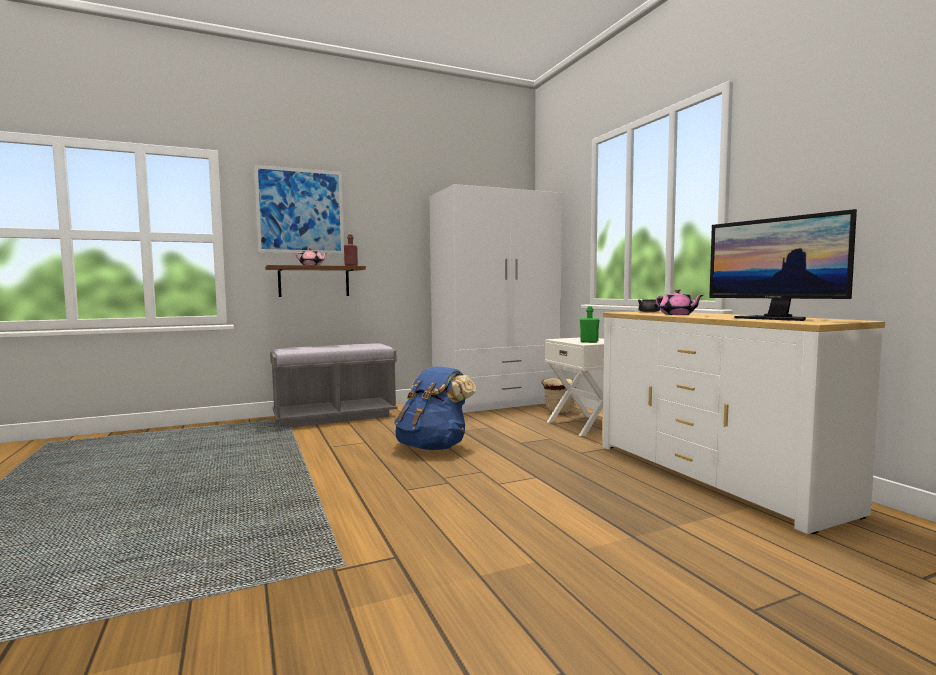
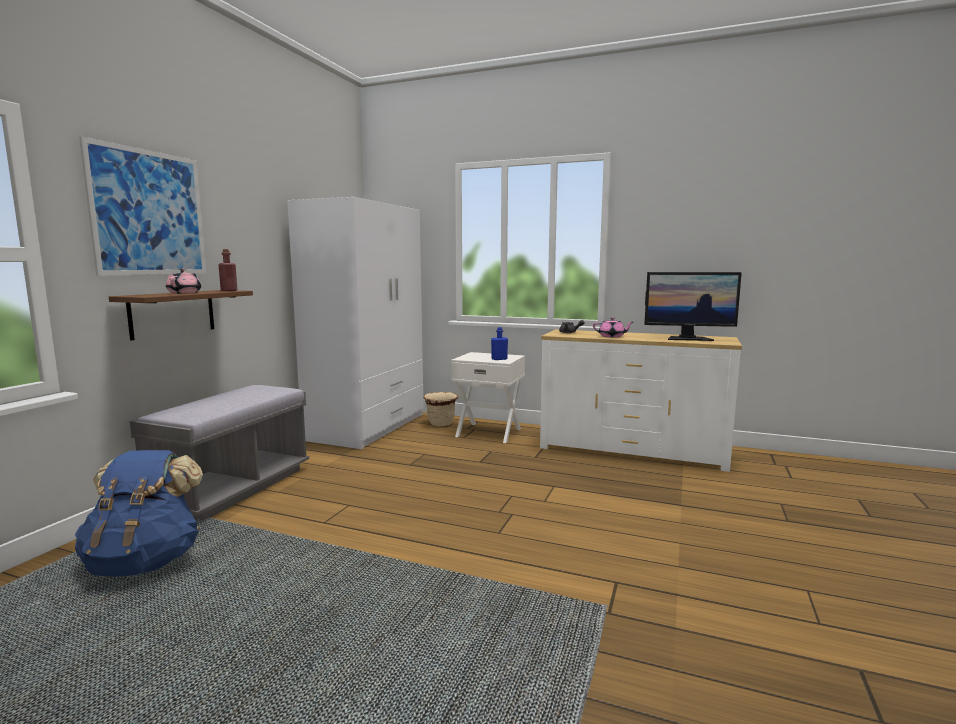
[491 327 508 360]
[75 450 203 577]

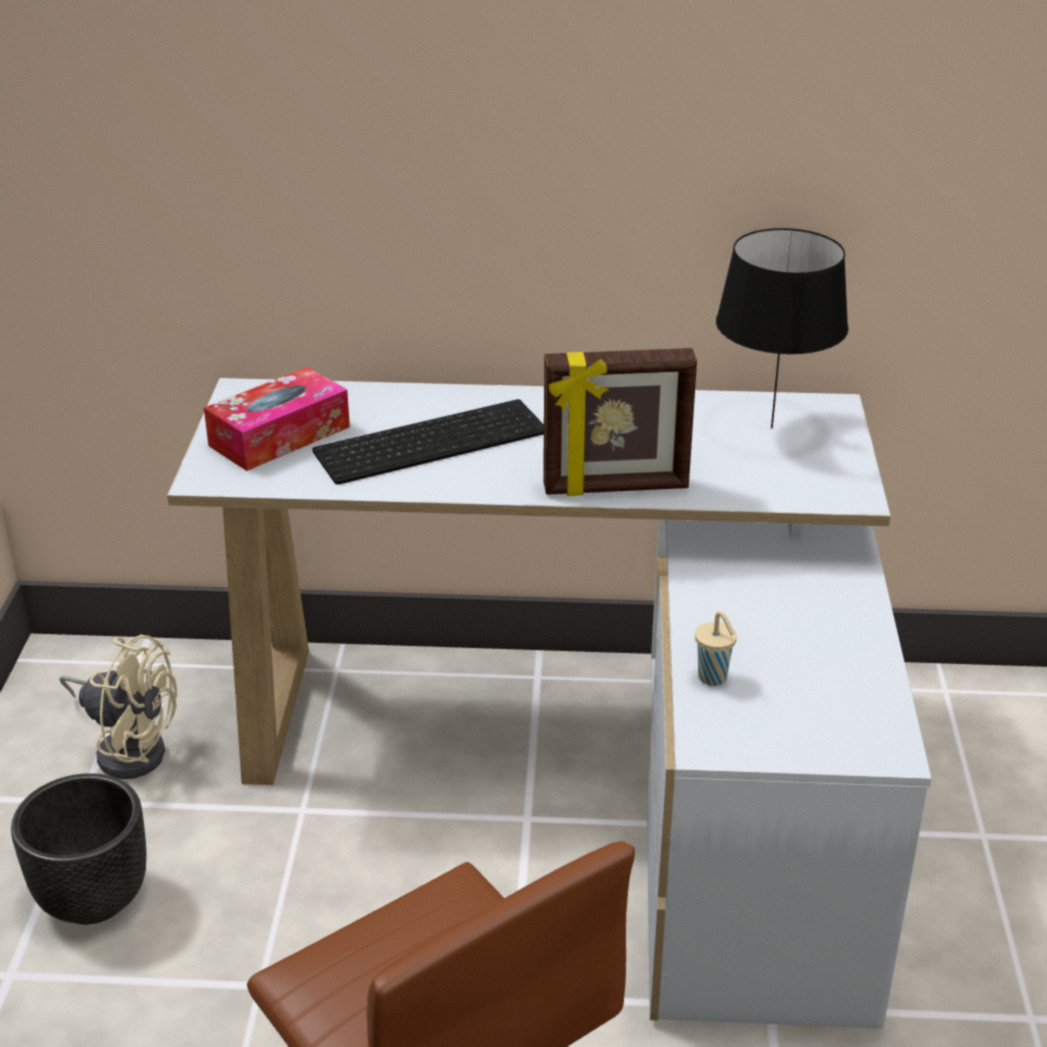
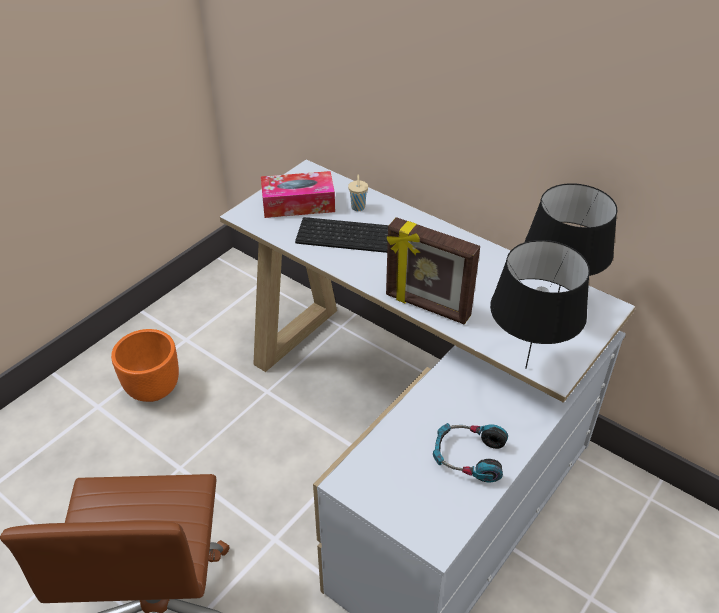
[348 175 368 211]
[59 634 177 779] (first image)
[111 329 179 402]
[490 240 590 369]
[433 423 508 482]

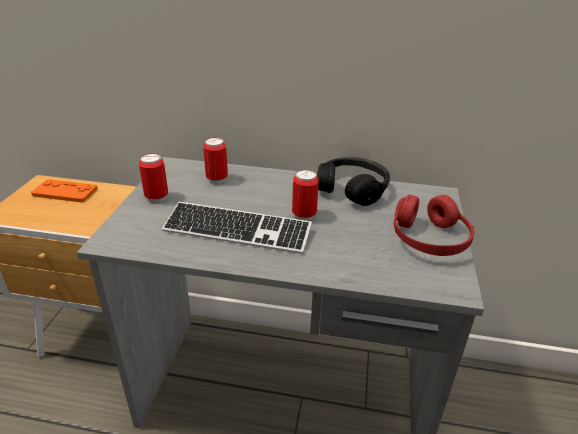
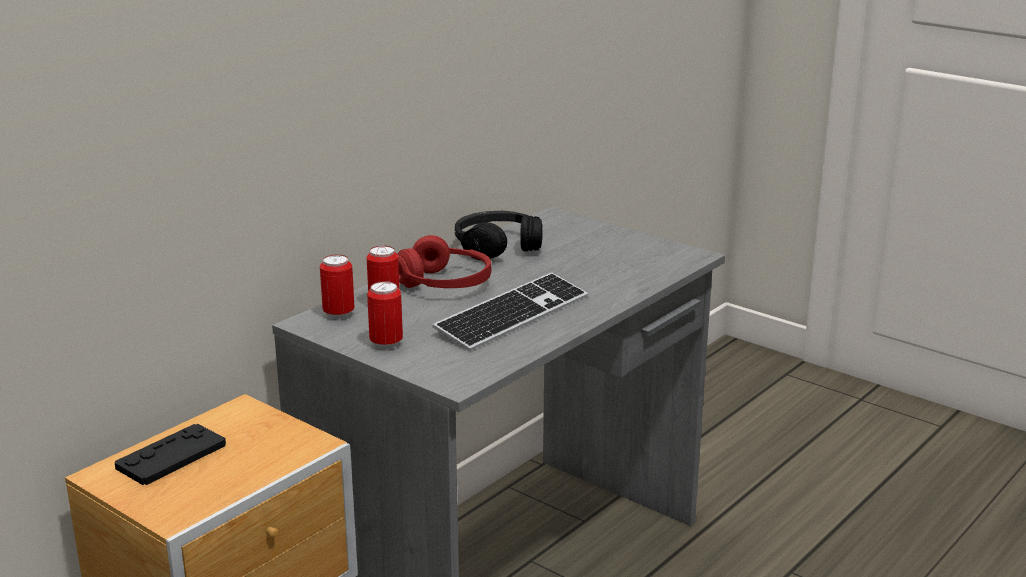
[320 255 355 320]
[115 424 226 485]
[398 235 491 288]

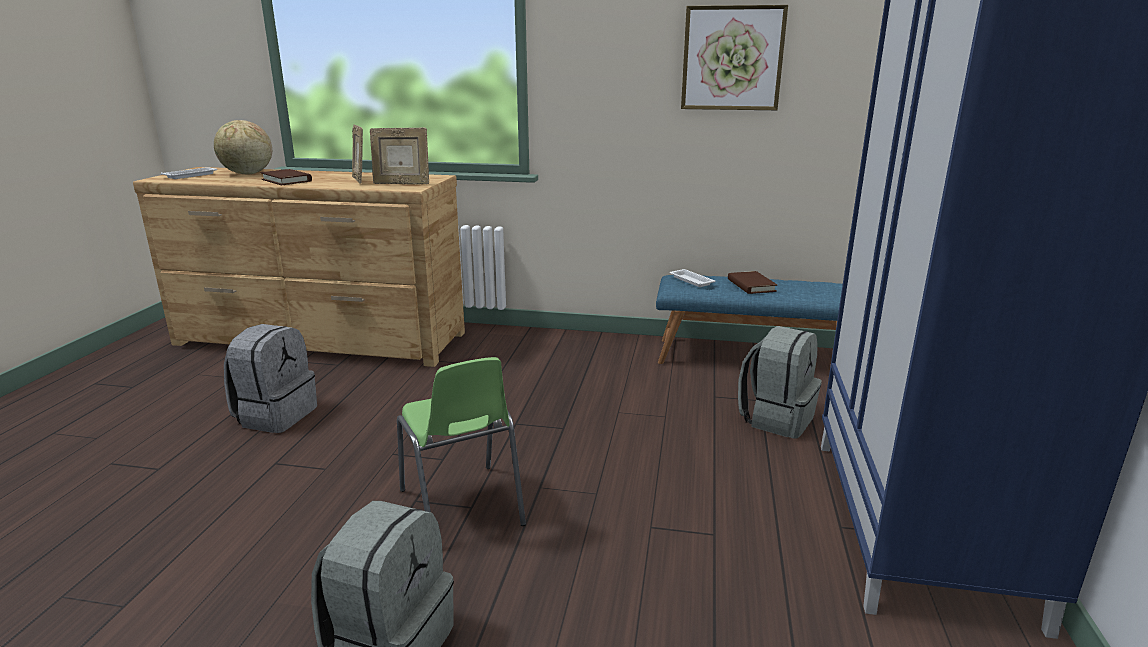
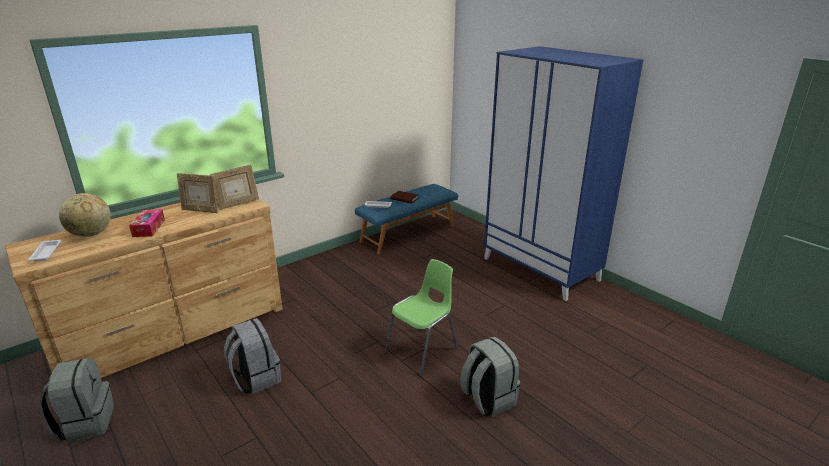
[681 5 788 110] (first image)
[129 209 165 237]
[39 358 114 442]
[385 259 458 376]

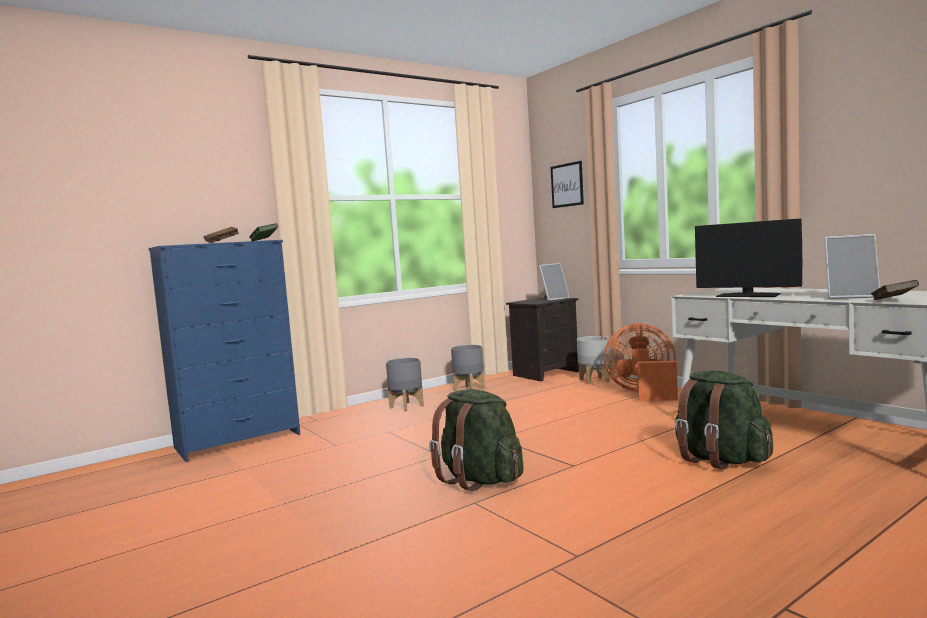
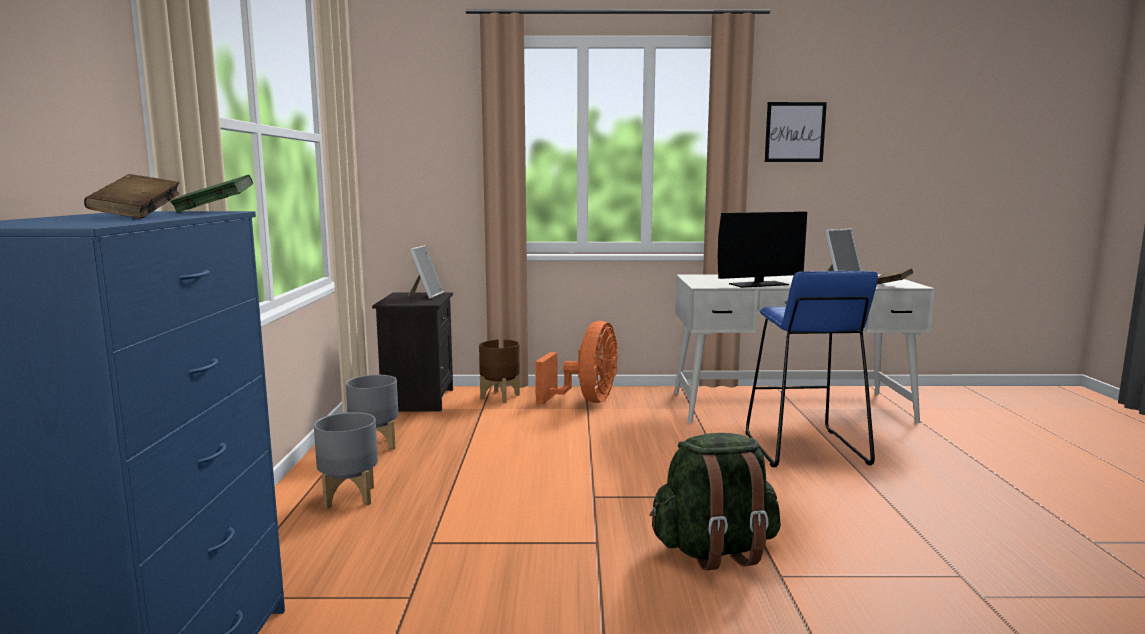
[765 102 827 162]
[535 321 618 404]
[479 339 520 403]
[746 271 878 467]

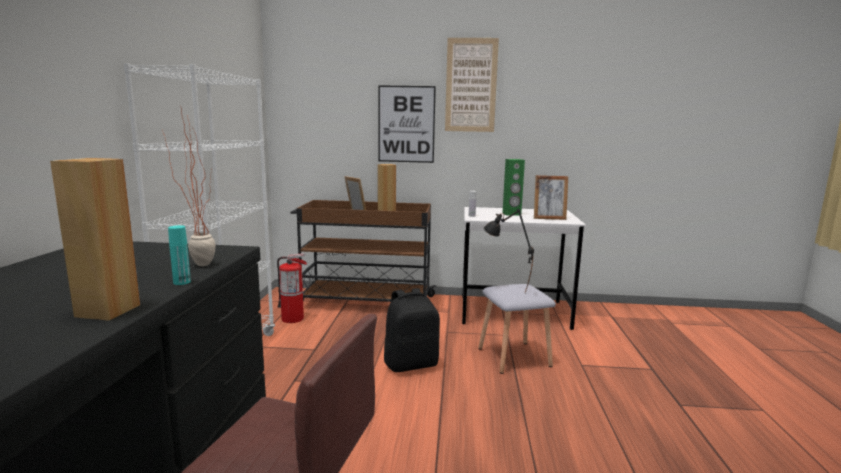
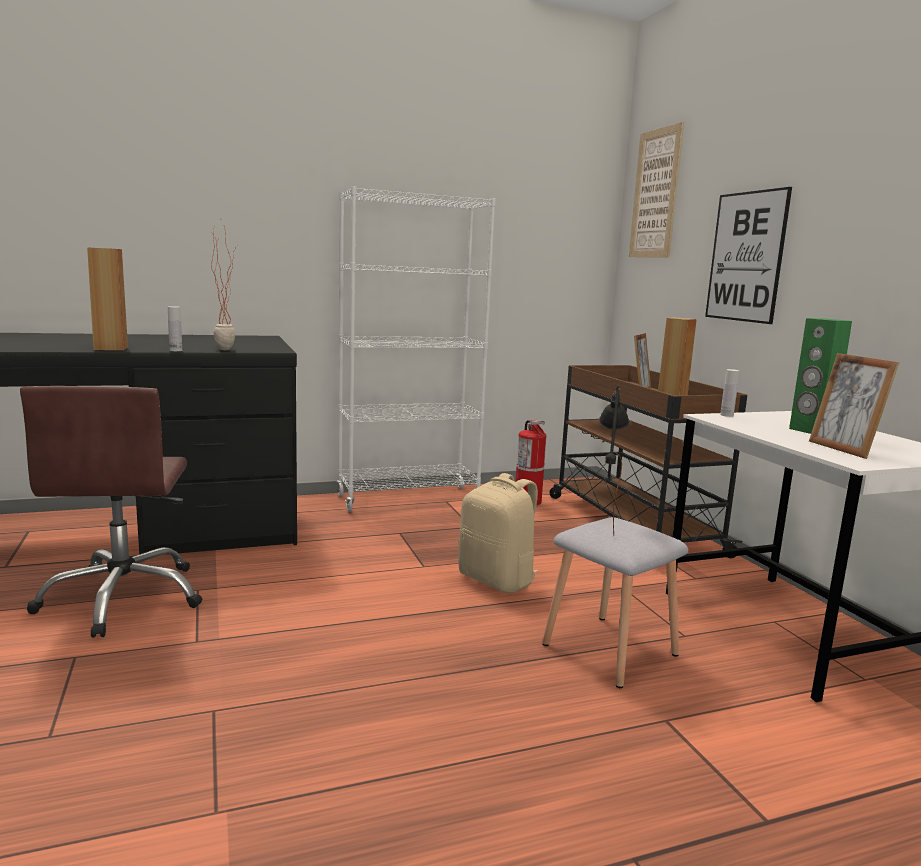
[629 122 684 258]
[168 306 182 351]
[458 473 539 593]

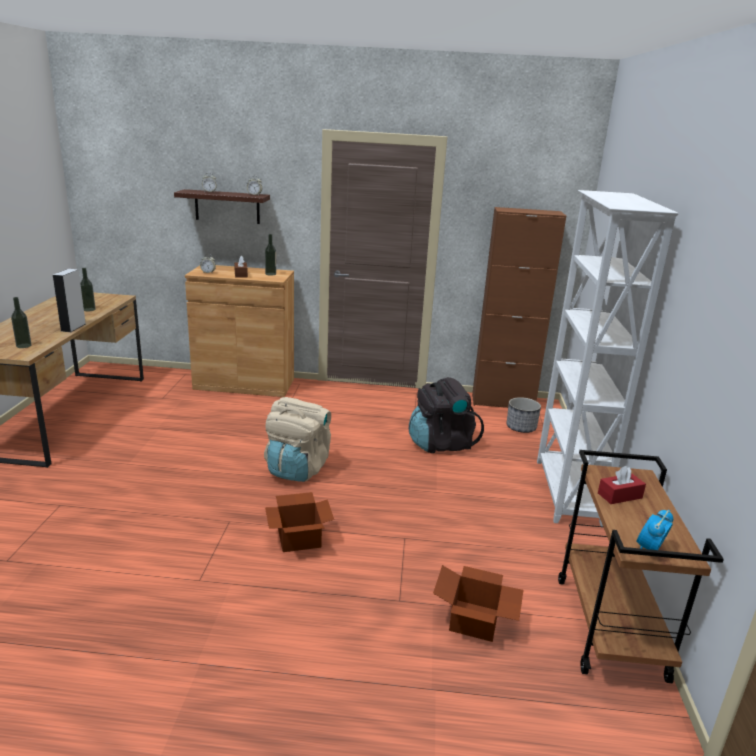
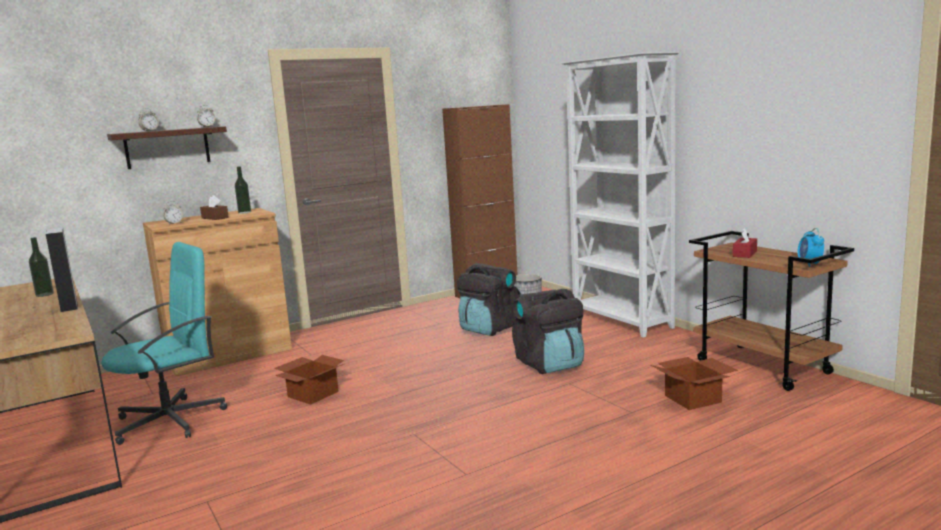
[11 297 32 348] (first image)
[264 397 331 482] (first image)
[274 355 344 405]
[101 242 227 445]
[512 289 584 374]

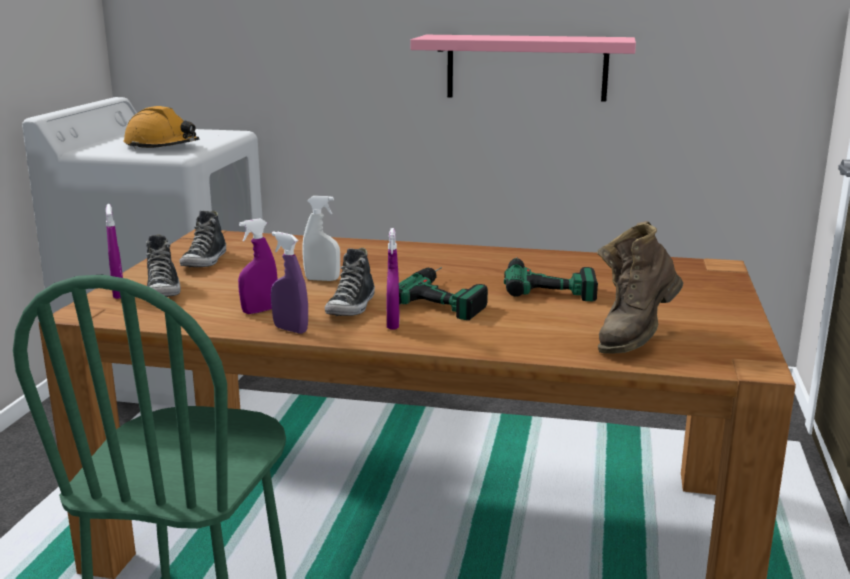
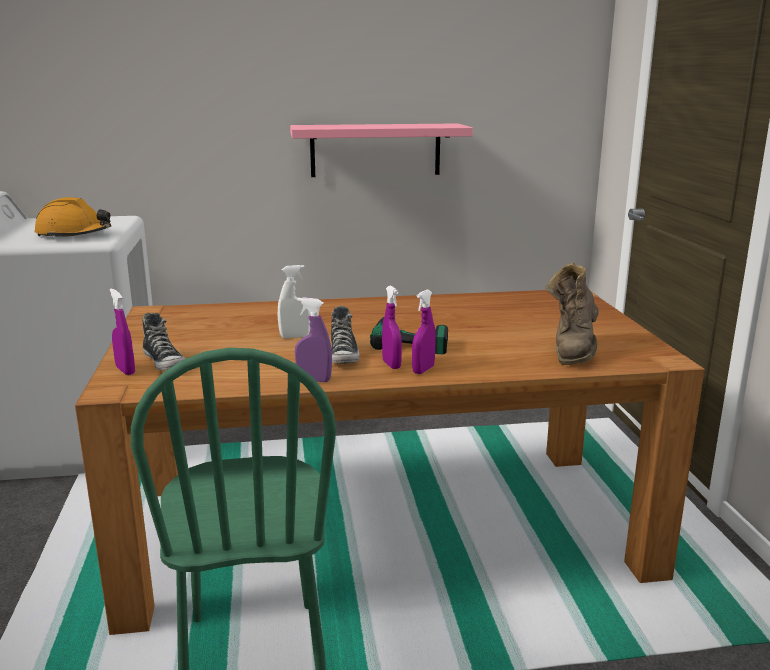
[180 211 226 268] (first image)
[412 290 436 374]
[504 257 598 301] (first image)

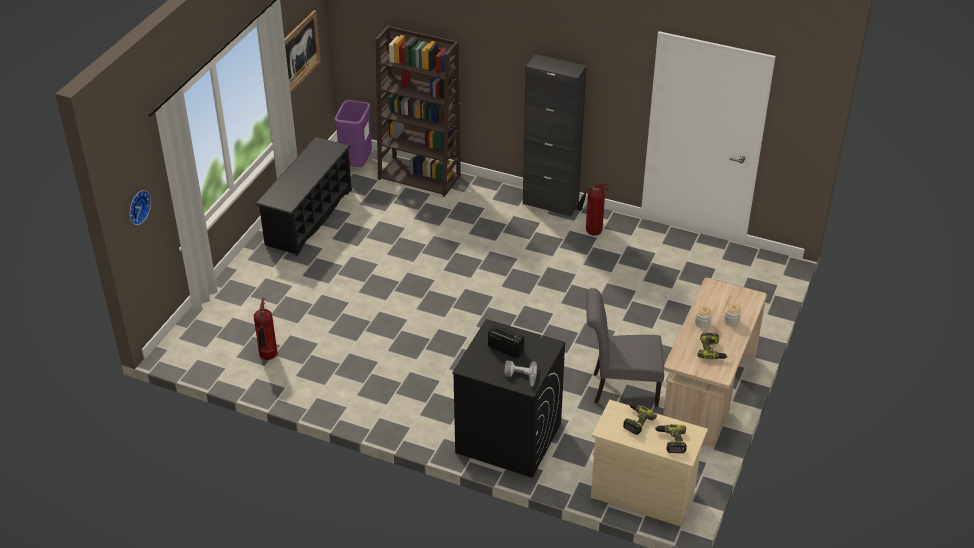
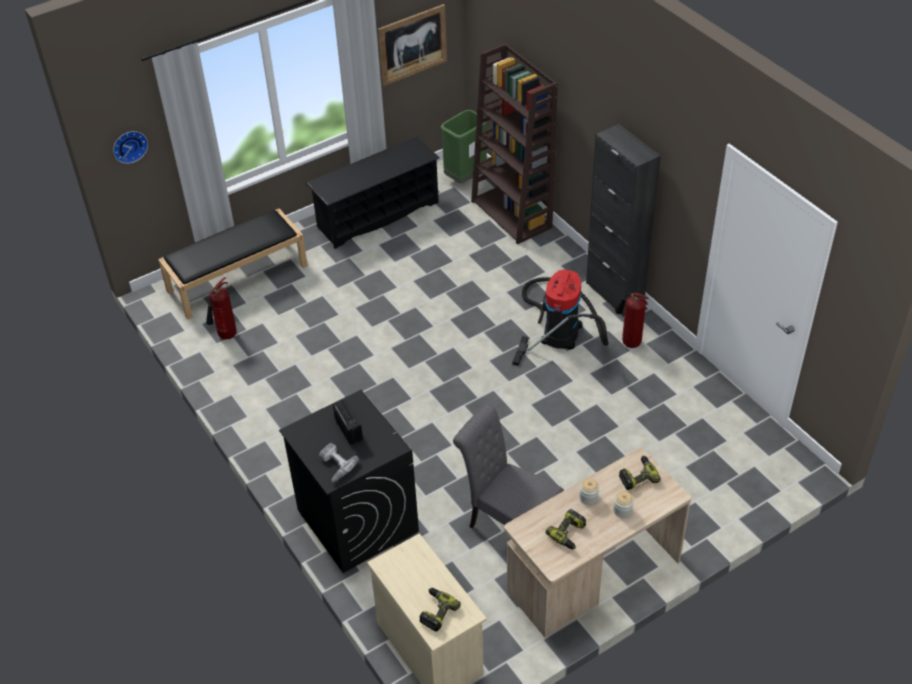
[441 110 488 183]
[619 456 661 490]
[158 208 308 319]
[512 270 609 366]

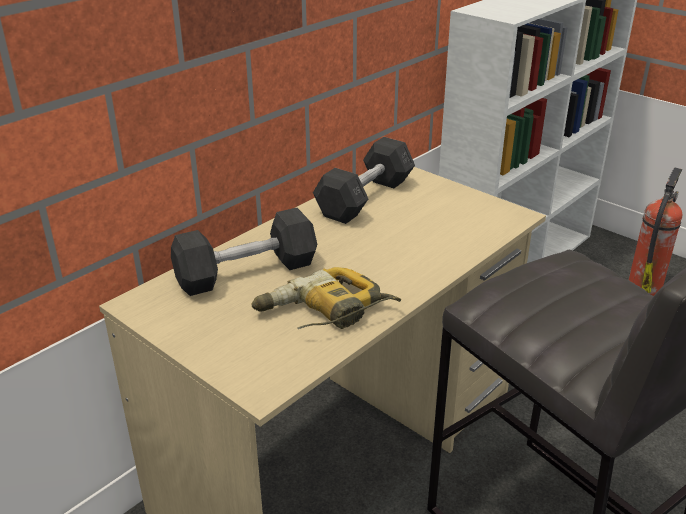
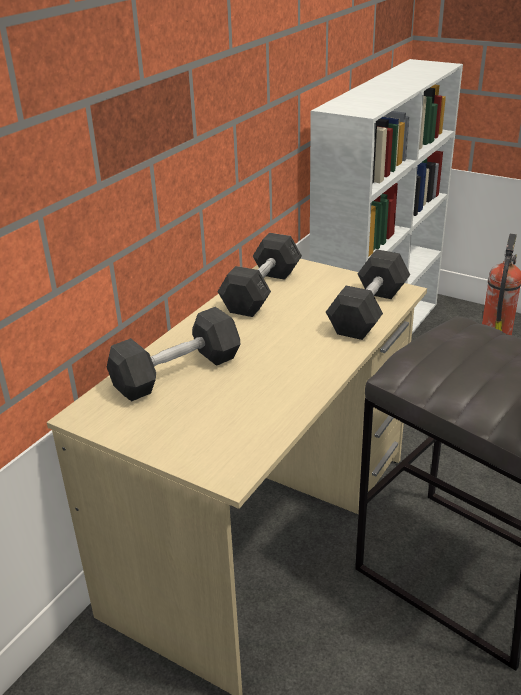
[251 267 401 329] (first image)
[326 249 410 340]

